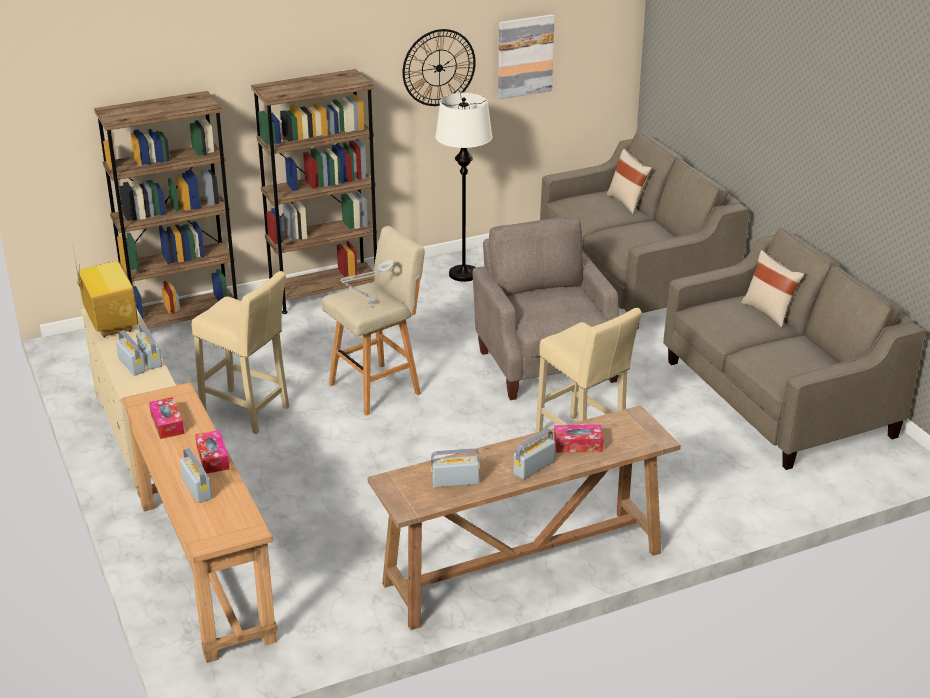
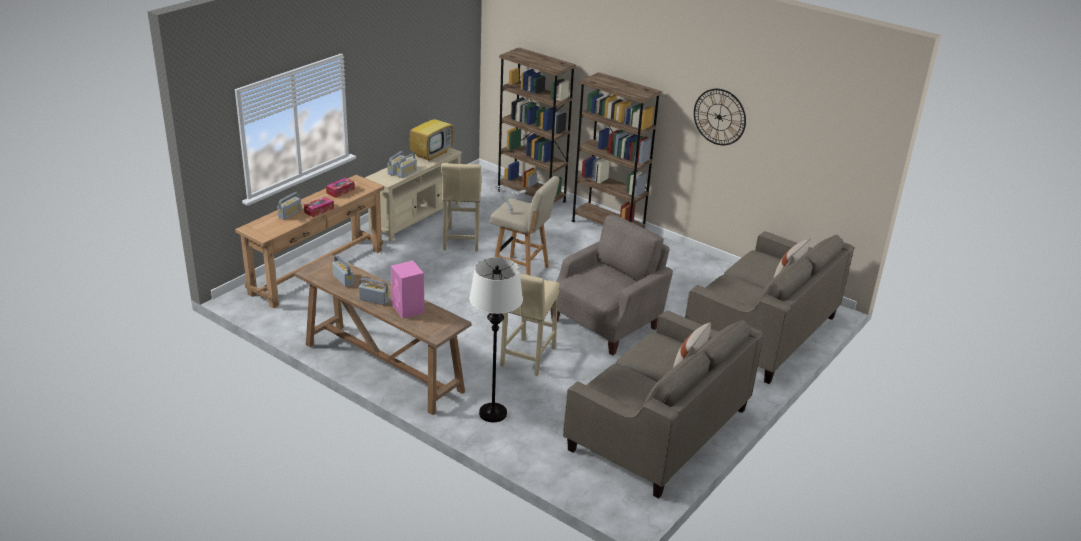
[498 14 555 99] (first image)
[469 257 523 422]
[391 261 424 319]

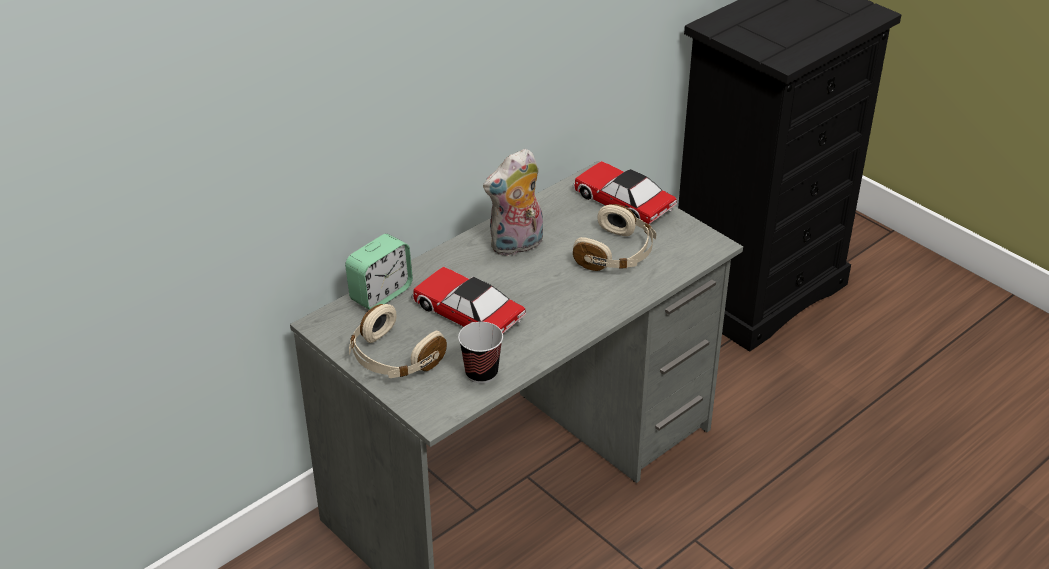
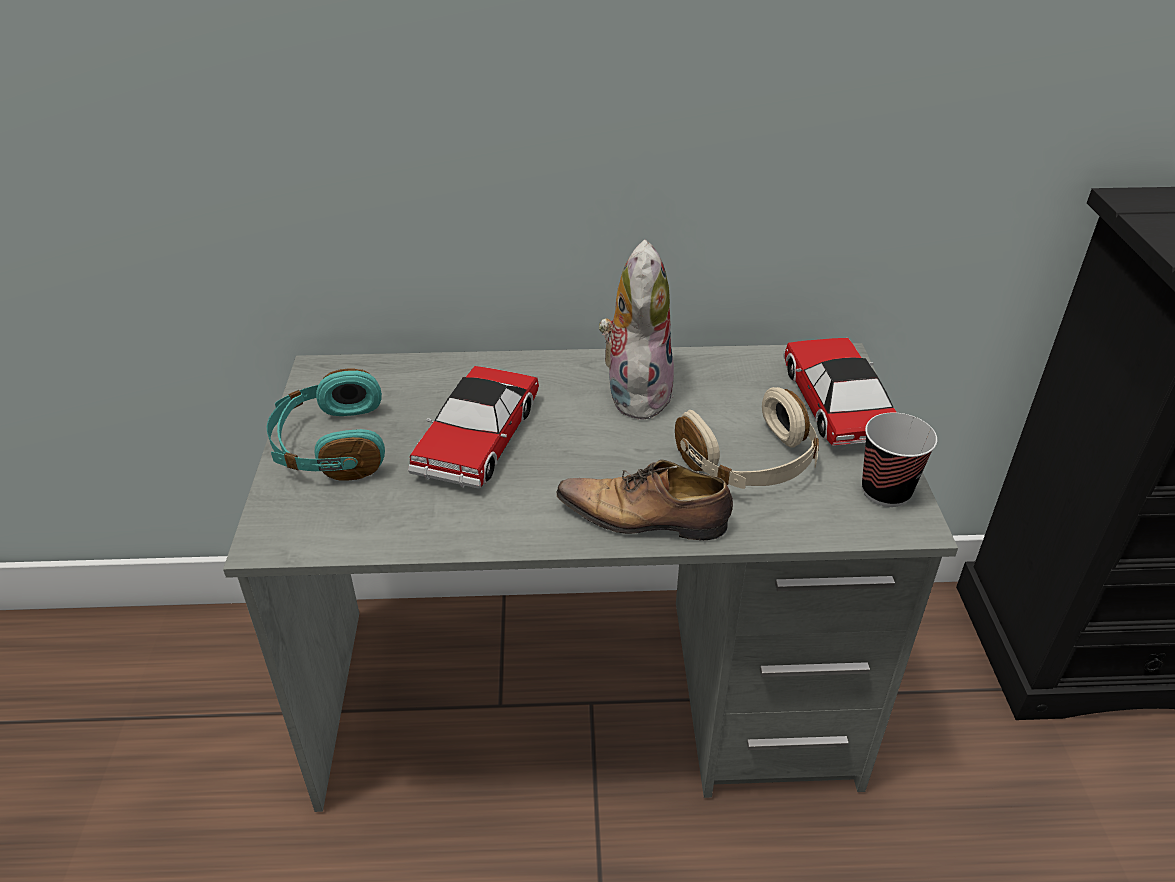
[599 240 674 420]
[345 234 413 310] (first image)
[408 366 539 489]
[267 368 385 481]
[862 413 937 507]
[557 459 733 541]

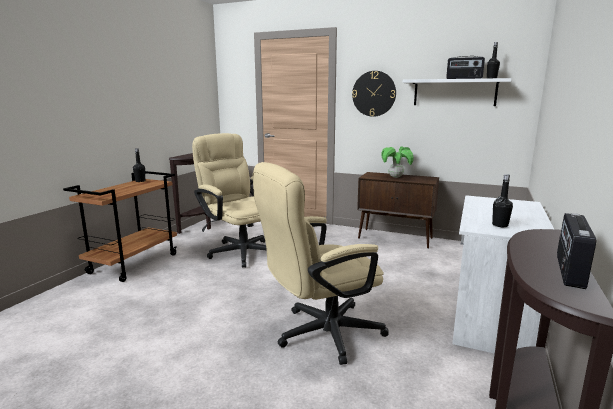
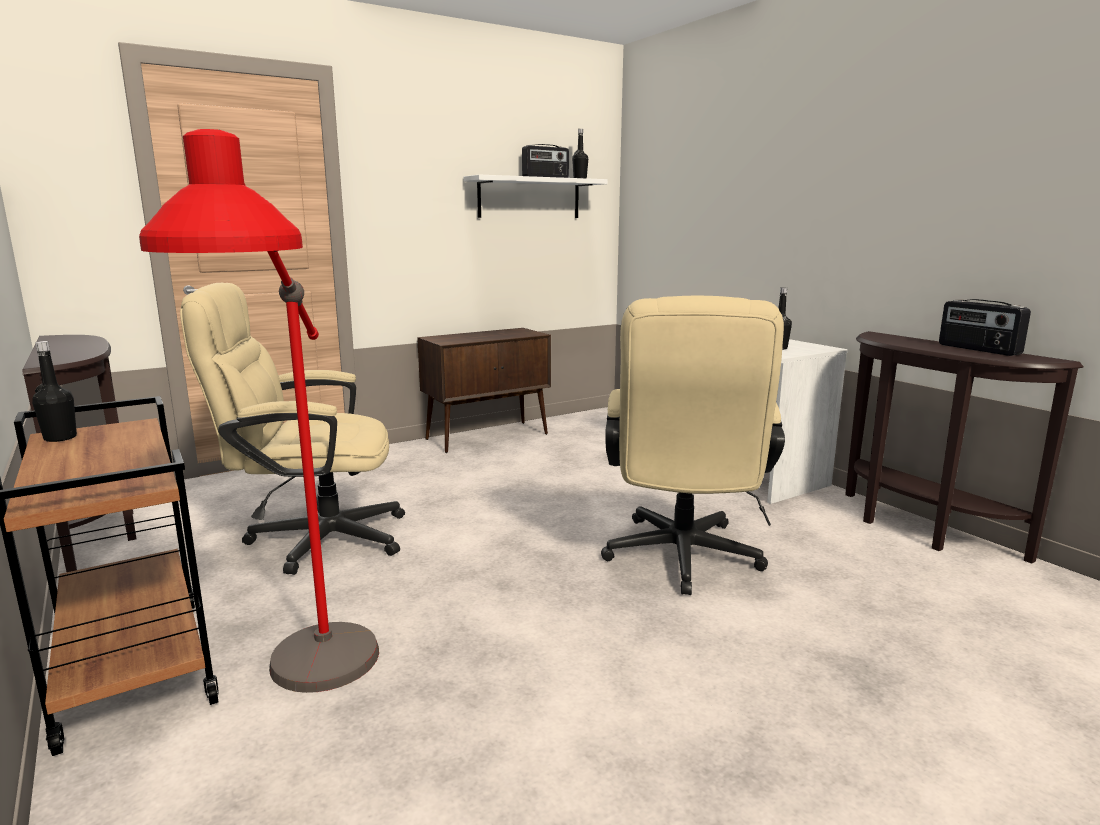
[352 71 396 117] (first image)
[381 147 413 178] (first image)
[139 129 379 693]

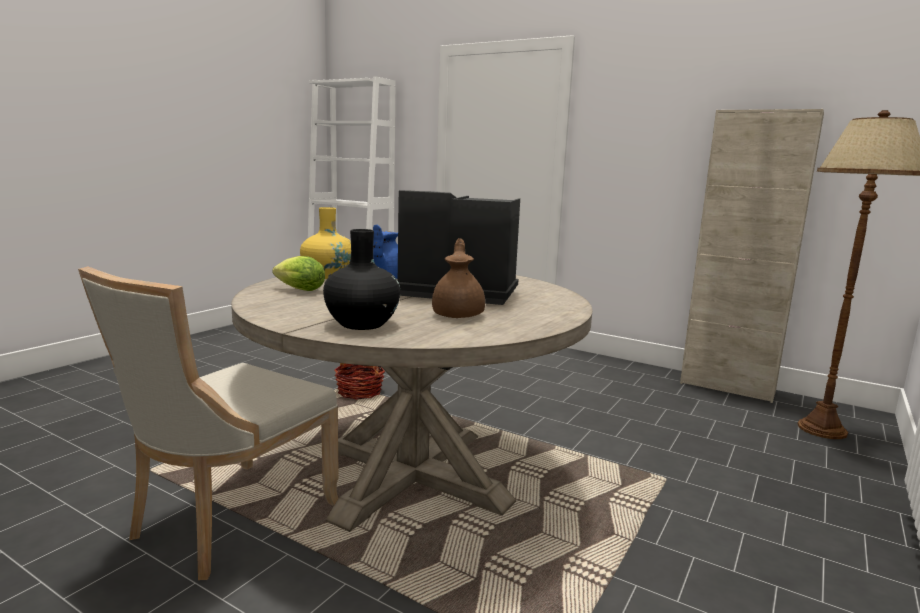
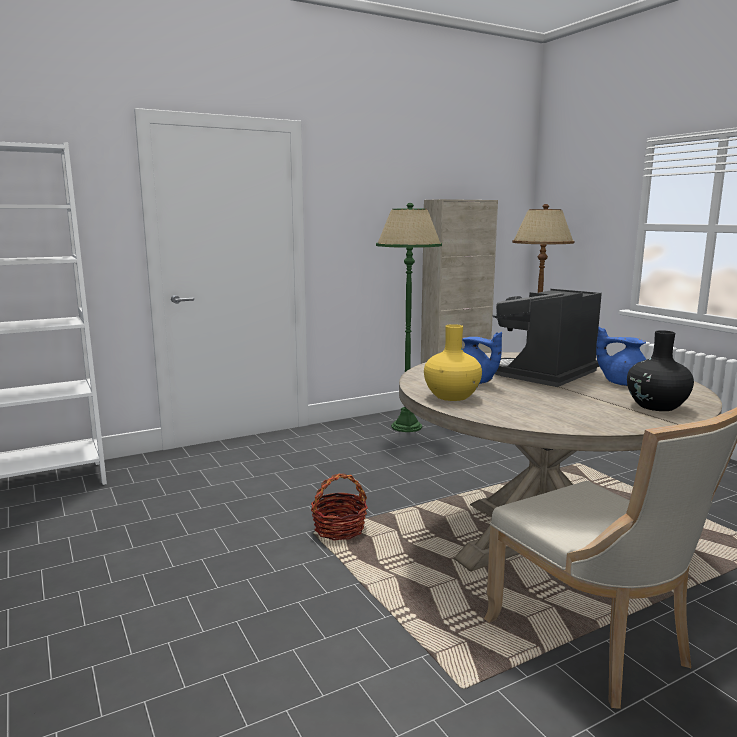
[596 327 646 386]
[272 256 325 291] (first image)
[376 203 442 432]

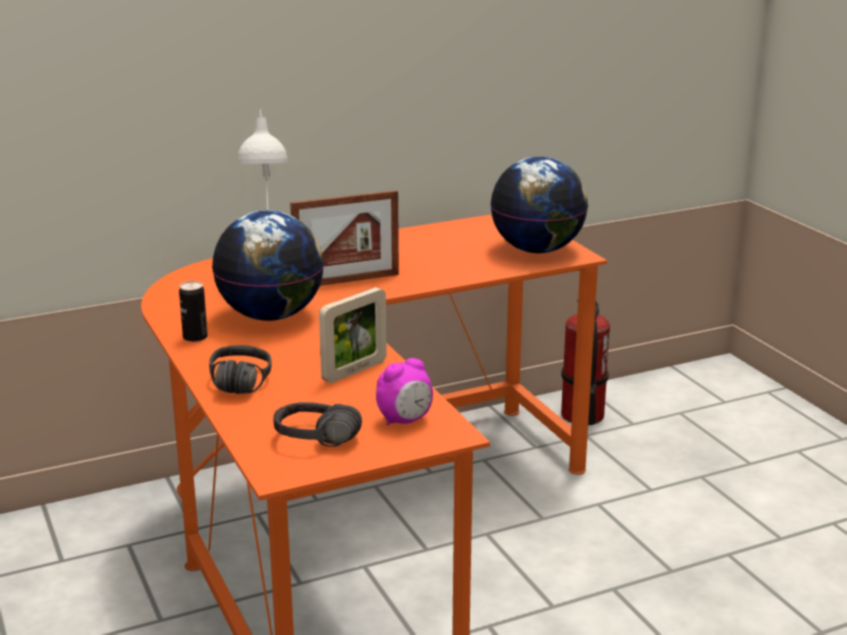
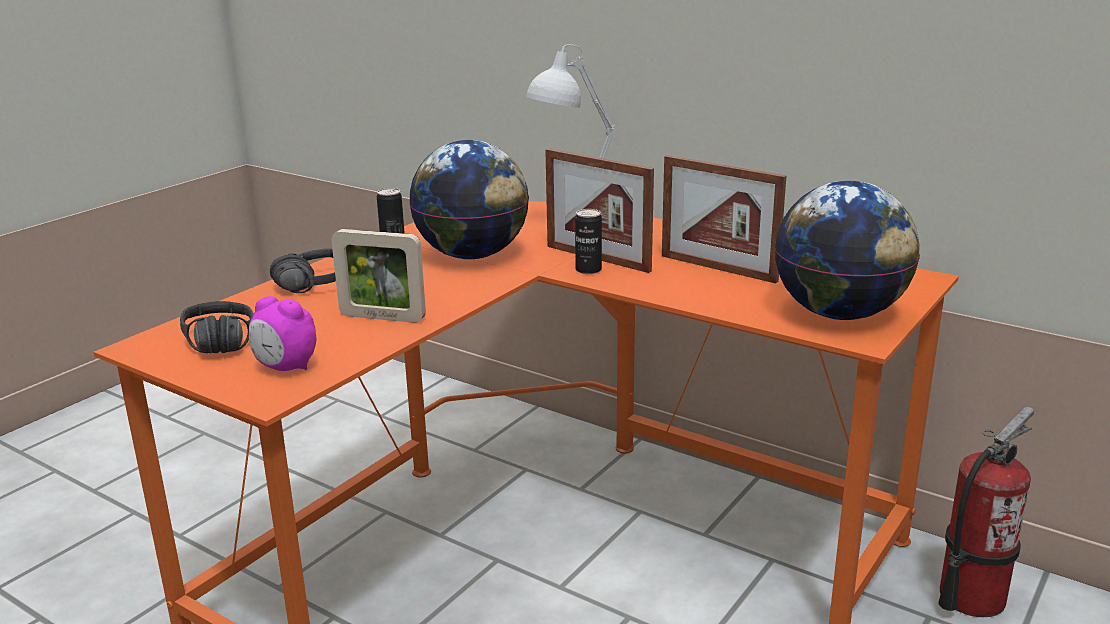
[662 155 786 283]
[575 209 602 274]

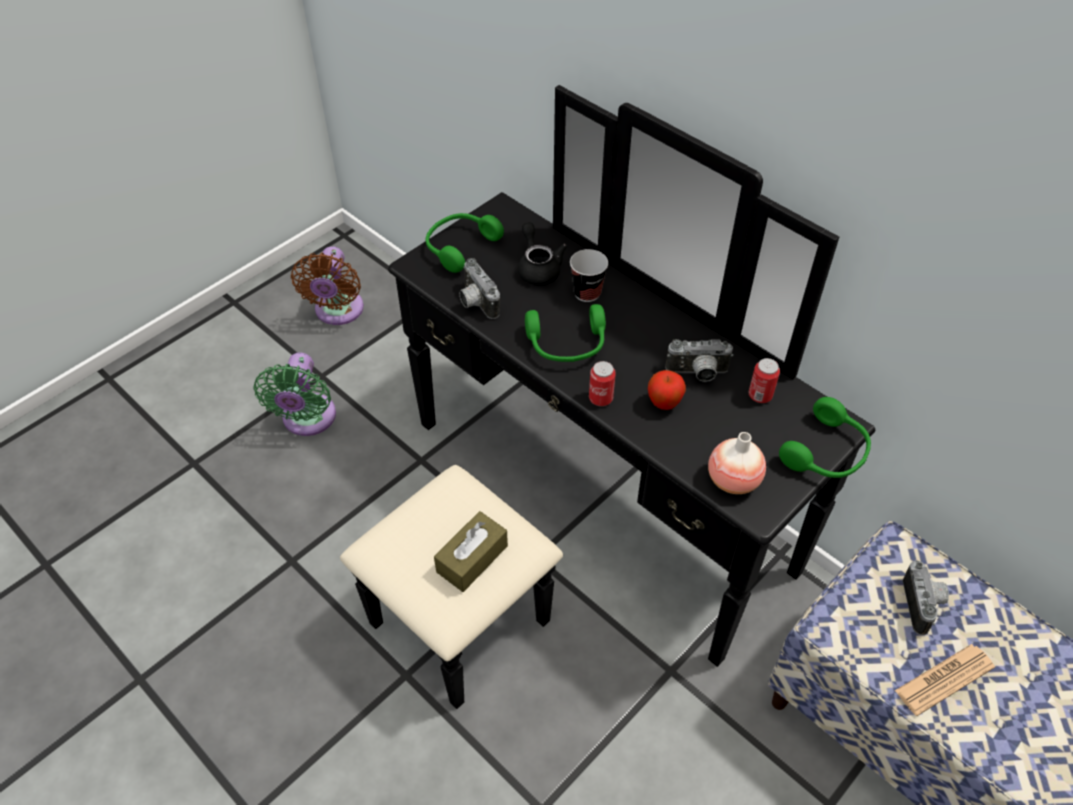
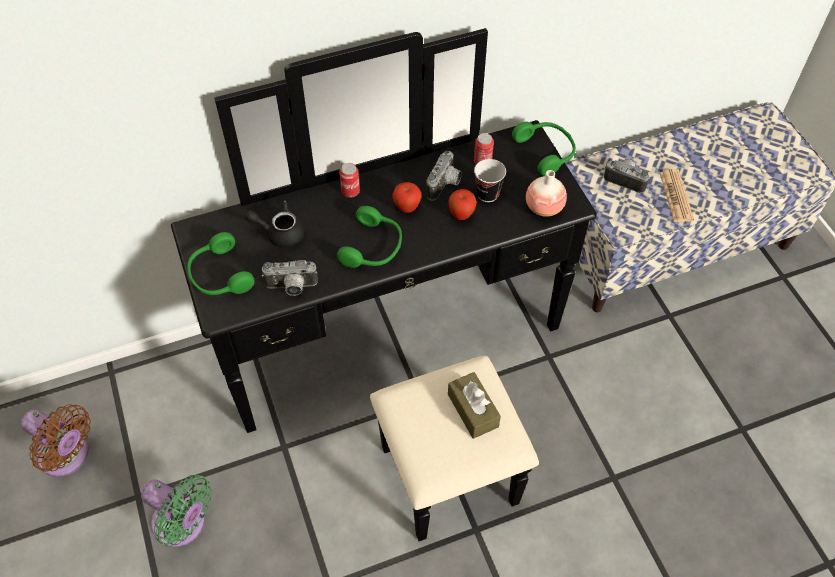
[474 159 506 202]
[339 163 360 198]
[393 182 421 213]

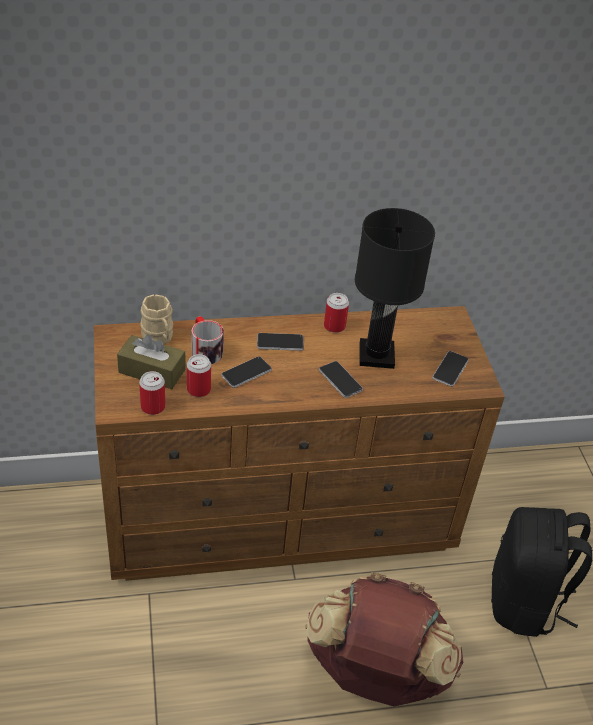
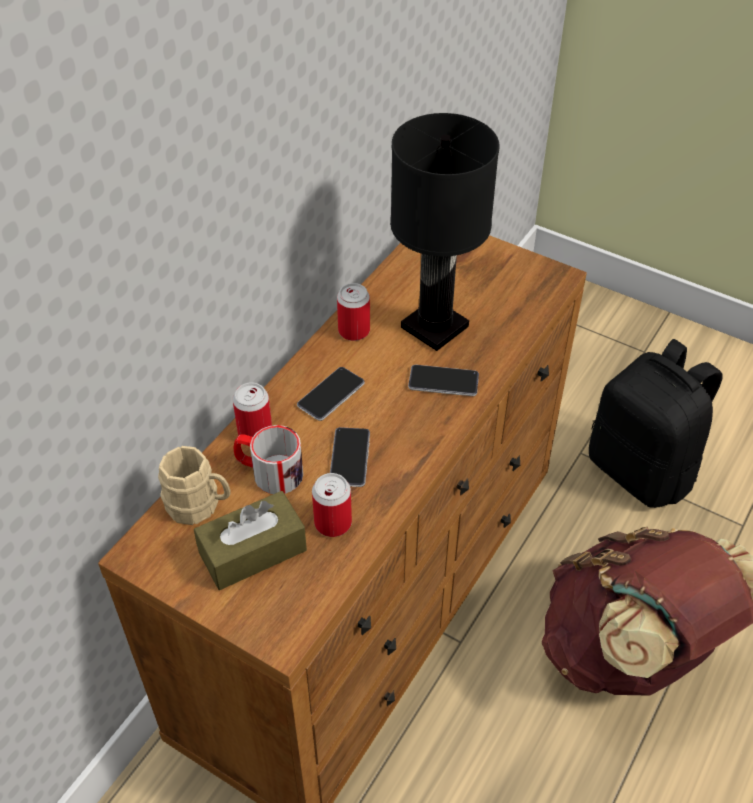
[432 351 469 386] (first image)
[233 383 272 437]

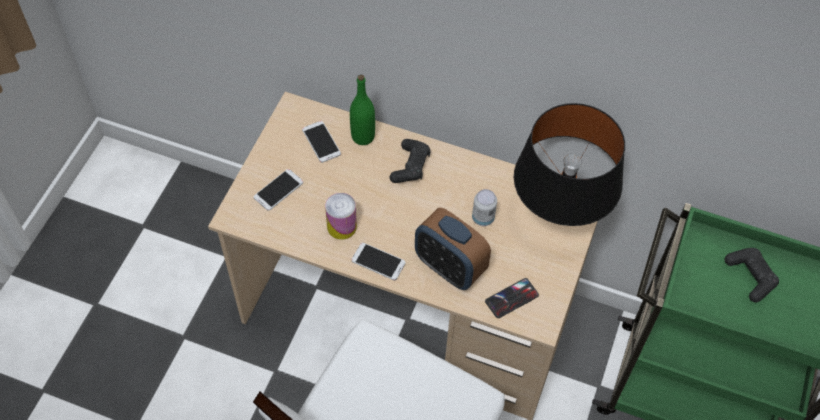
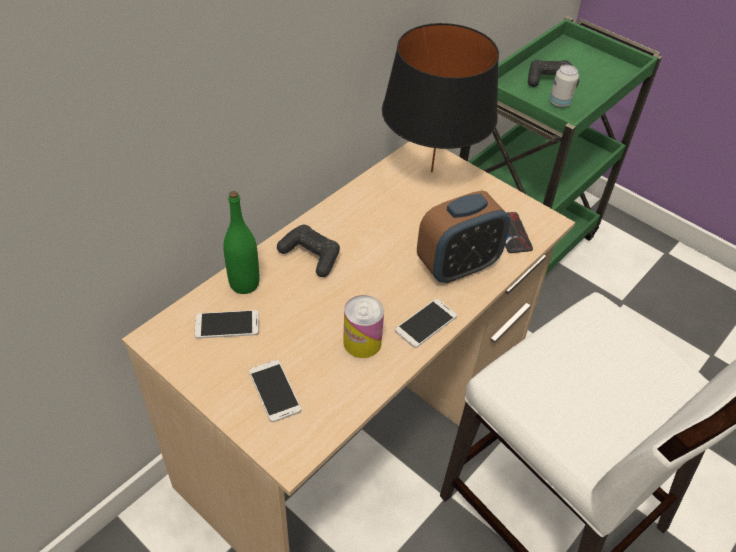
[550 65 579 107]

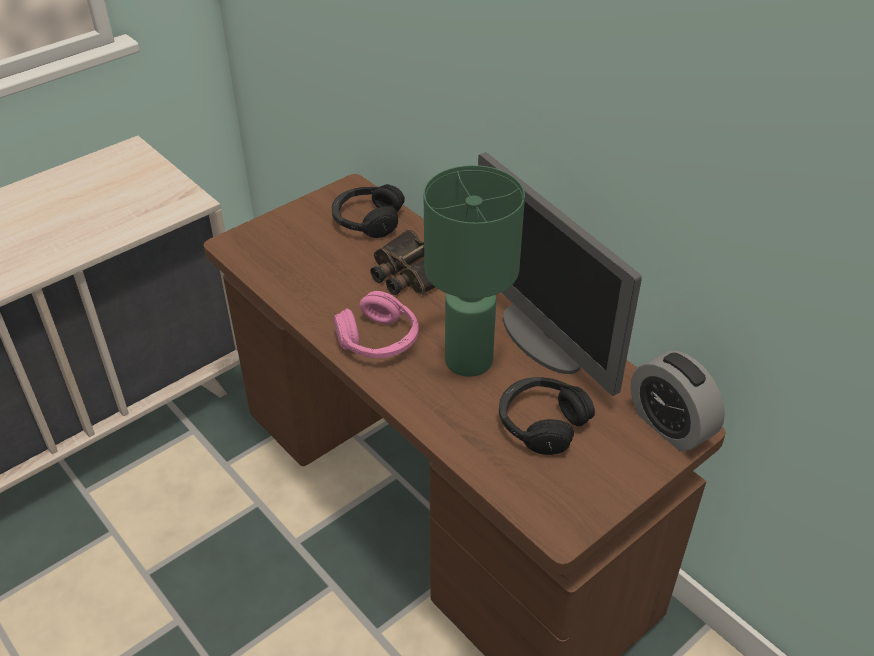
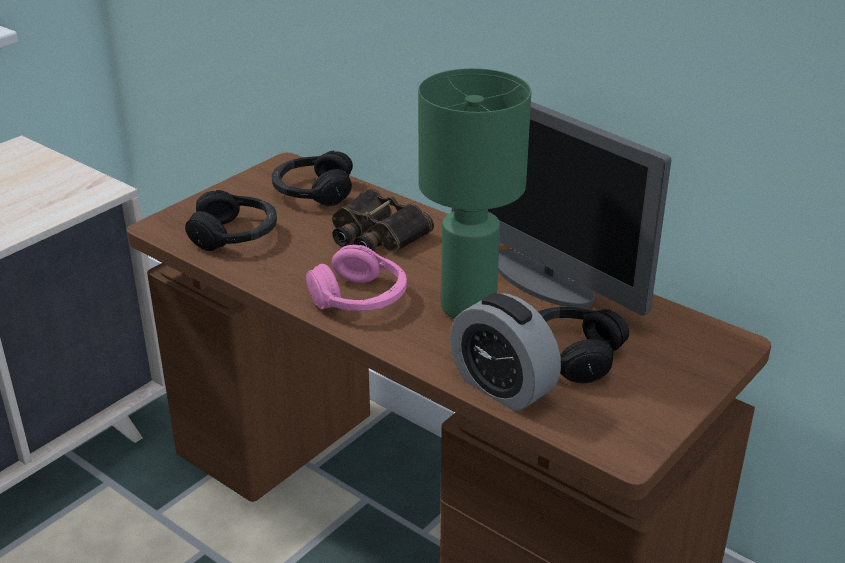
[450 293 561 412]
[185 190 277 251]

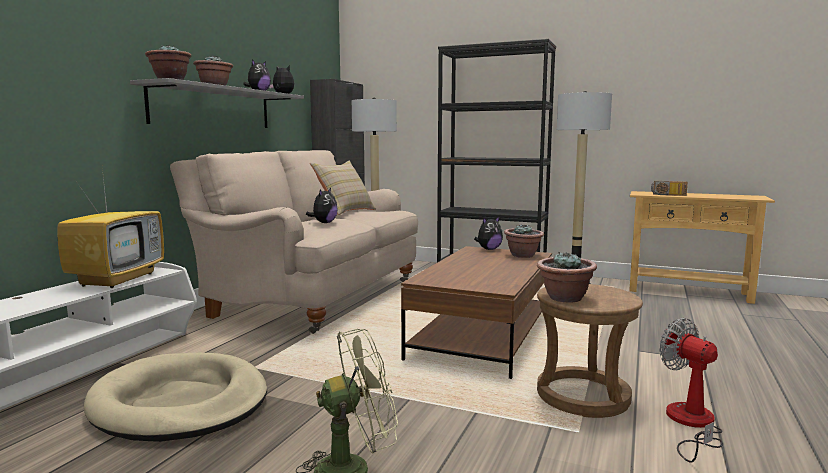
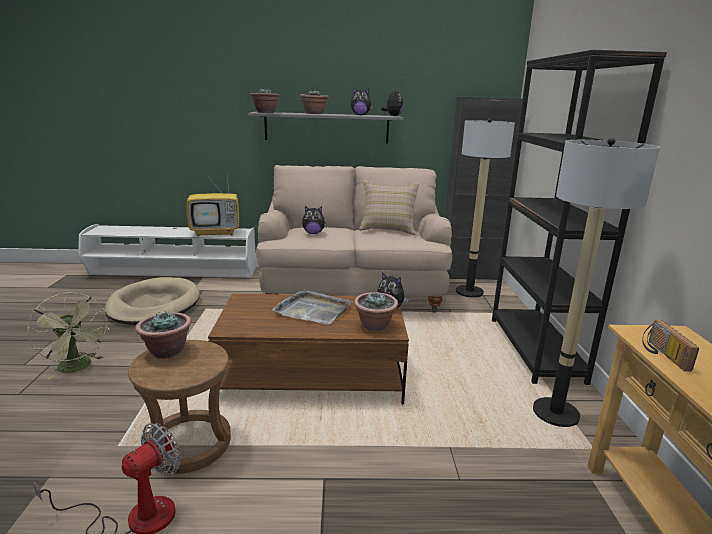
[272 289 351 325]

